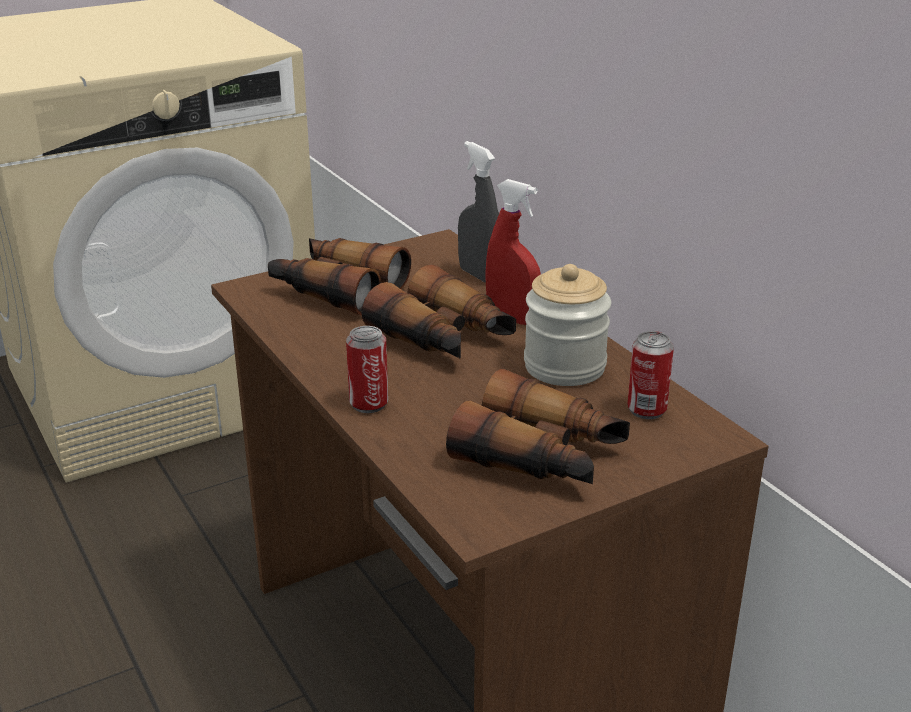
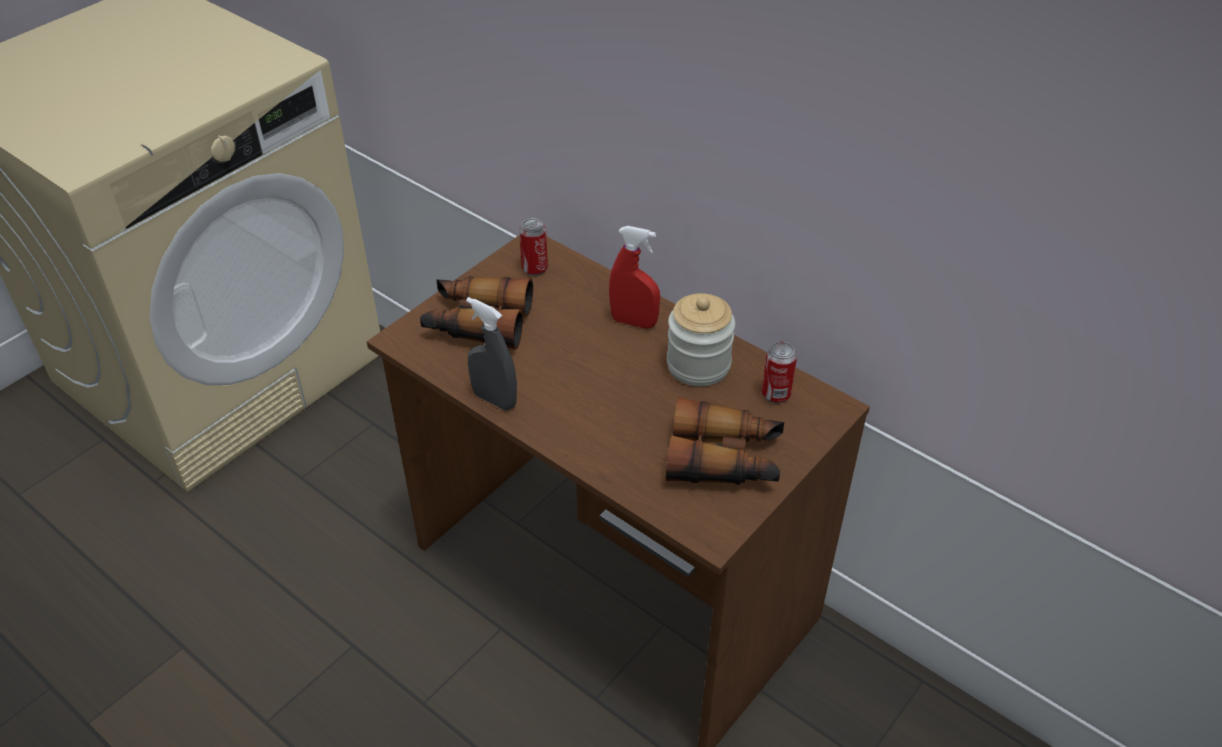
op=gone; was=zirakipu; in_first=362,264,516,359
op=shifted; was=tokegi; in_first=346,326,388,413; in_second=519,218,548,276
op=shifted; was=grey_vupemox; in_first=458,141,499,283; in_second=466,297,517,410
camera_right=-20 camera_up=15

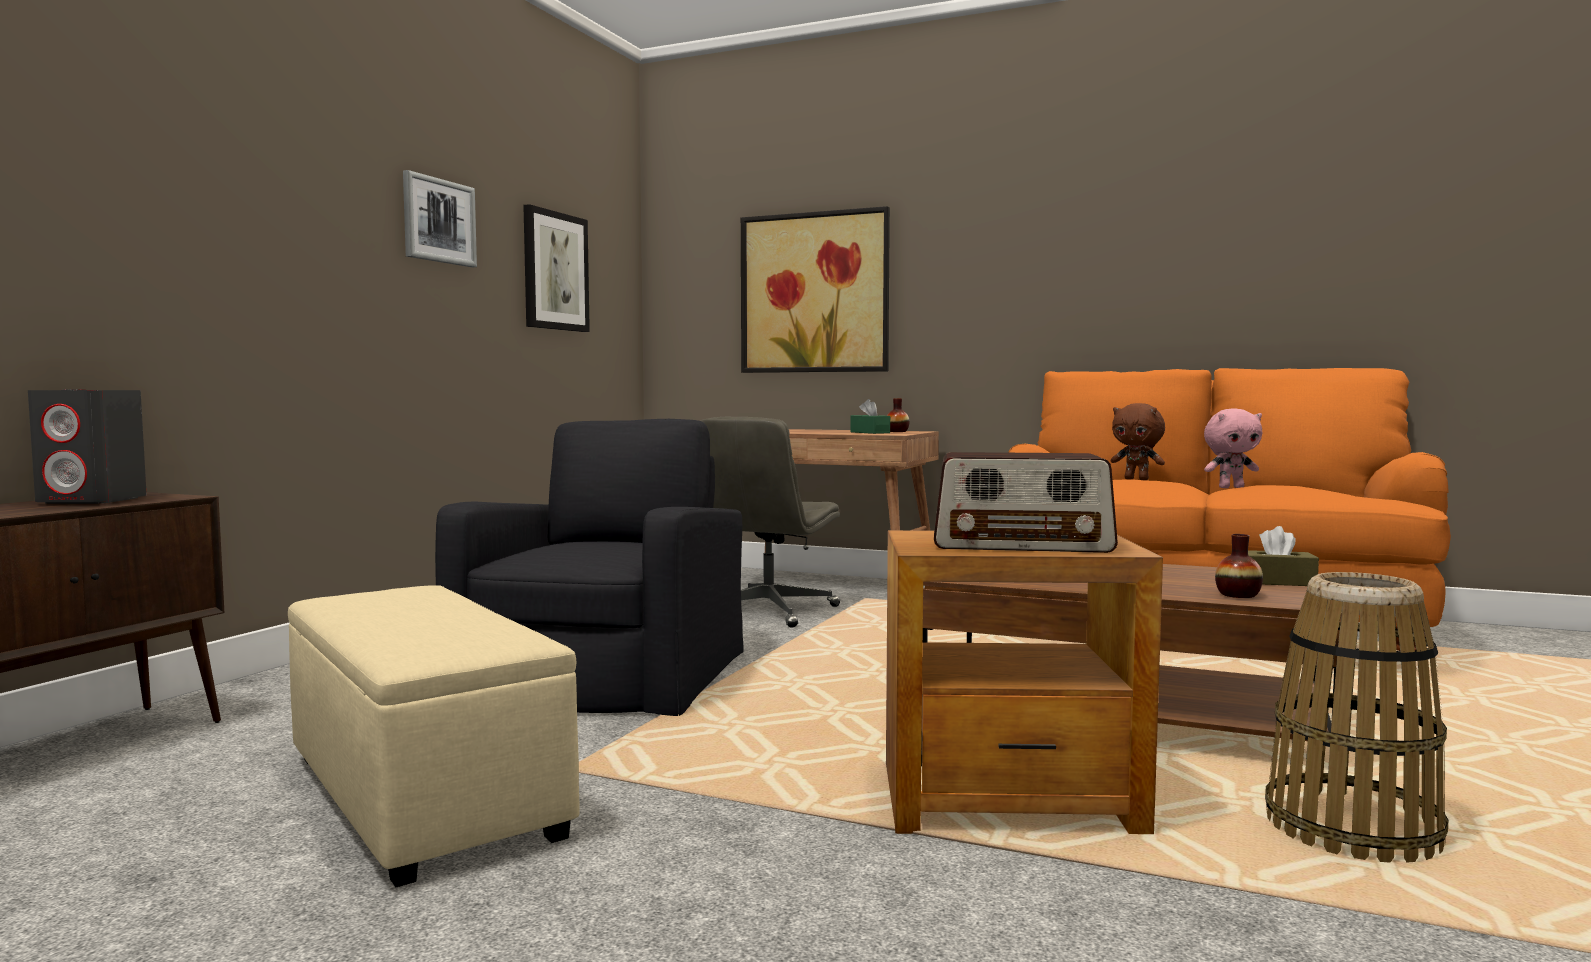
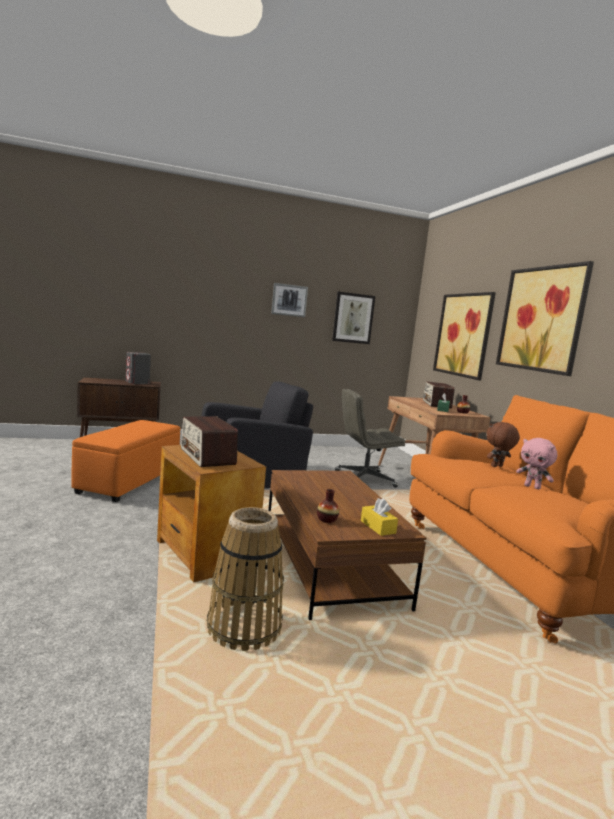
op=new; now=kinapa; in_second=423,382,454,408
op=new; now=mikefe; in_second=496,261,594,376
op=repainted; was=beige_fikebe; now=orange_fikebe; in_first=288,585,580,887; in_second=71,420,181,502
op=repainted; was=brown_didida; now=yellow_didida; in_first=1248,526,1319,586; in_second=361,498,398,536
op=rotated; was=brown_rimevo; in_first=1111,403,1165,480; in_second=486,422,520,467; clockwise=60
camera_right=50 camera_up=5

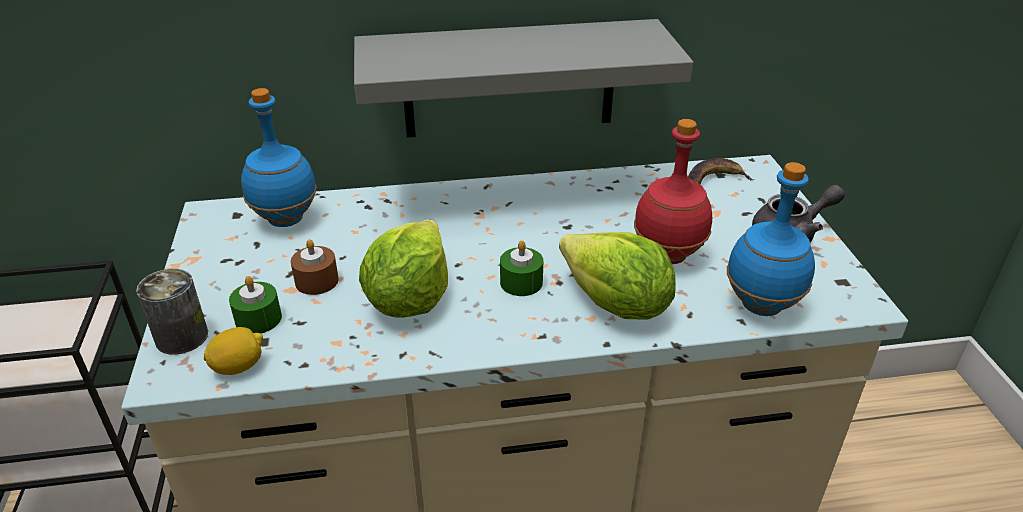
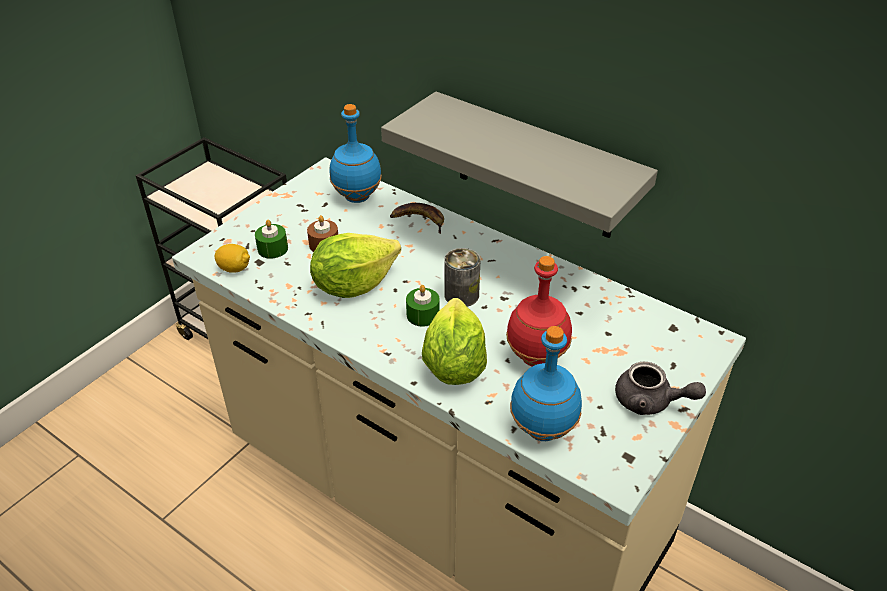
op=shifted; was=tokegi; in_first=136,269,208,355; in_second=444,248,480,306
op=shifted; was=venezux; in_first=688,158,755,184; in_second=390,203,444,234
camera_right=45 camera_up=5

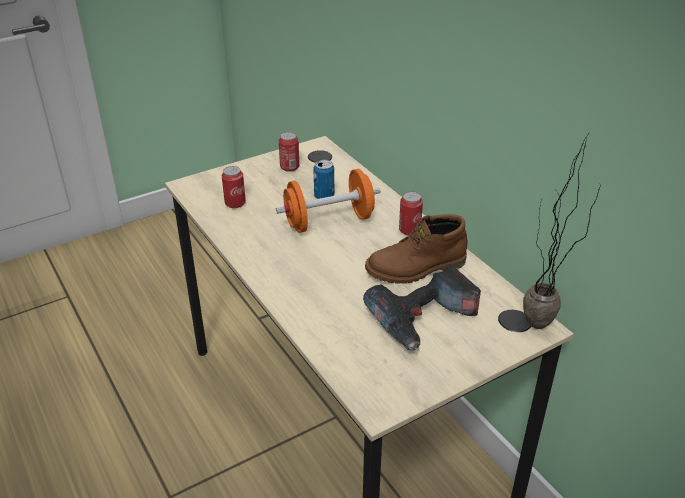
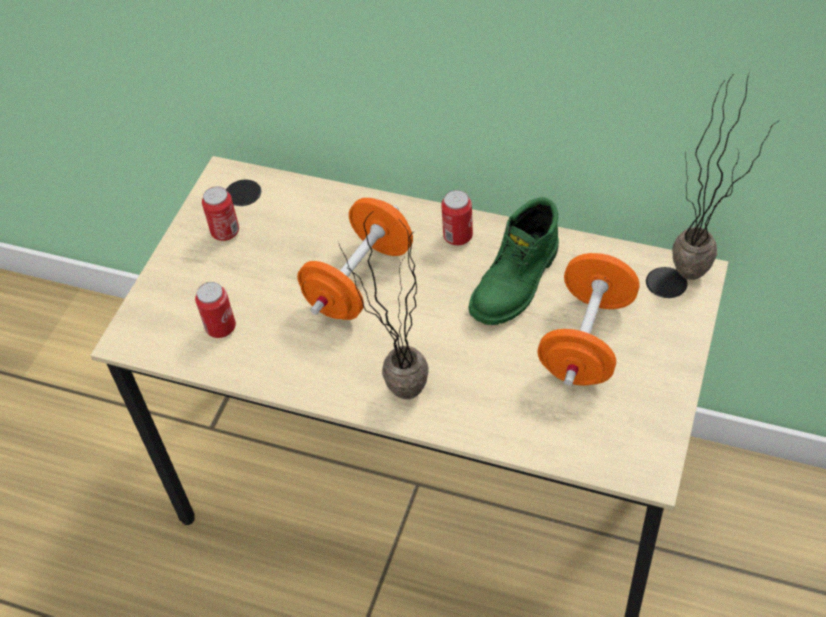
op=gone; was=tokegi; in_first=313,160,334,199
op=new; now=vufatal; in_second=338,211,429,399
op=swapped; was=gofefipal; now=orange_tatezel; in_first=363,264,481,350; in_second=537,253,639,386
op=repainted; was=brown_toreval; now=green_toreval; in_first=365,214,467,284; in_second=468,197,559,325
camera_right=-35 camera_up=15

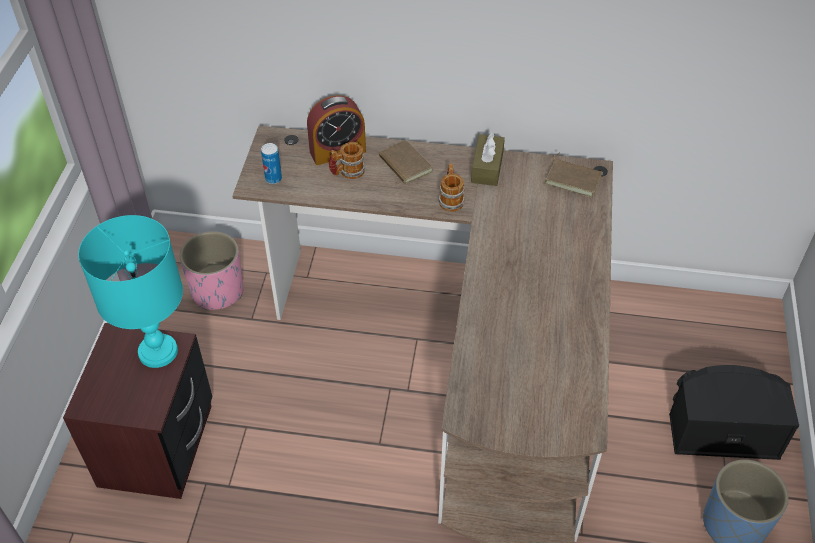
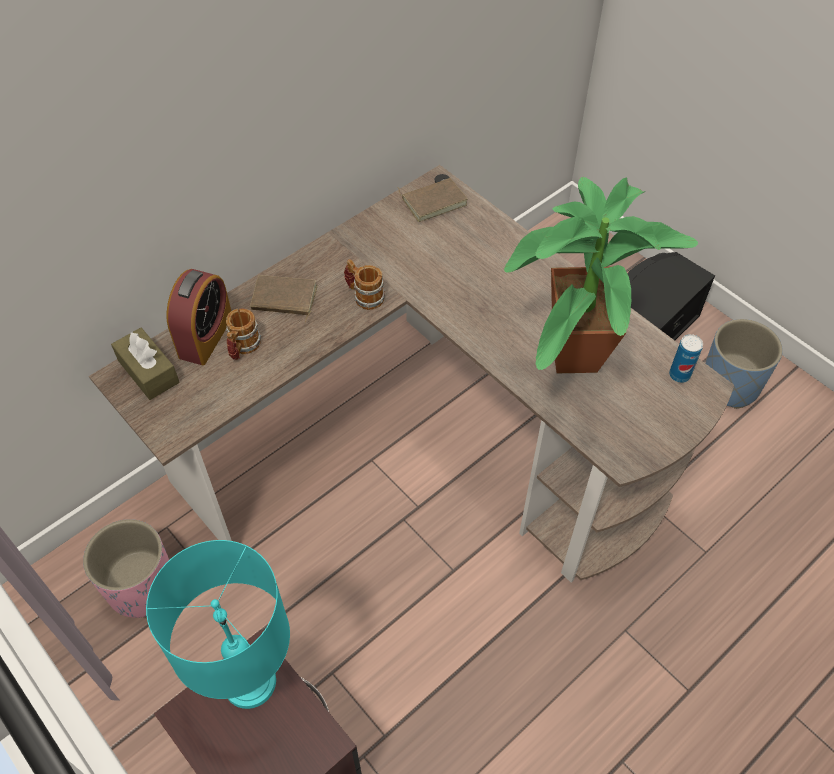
op=new; now=vufatal; in_second=504,177,698,373
op=shifted; was=tokegi; in_first=261,143,282,184; in_second=669,334,703,383
op=shifted; was=brown_didida; in_first=471,133,505,186; in_second=111,327,179,400
camera_right=-50 camera_up=5

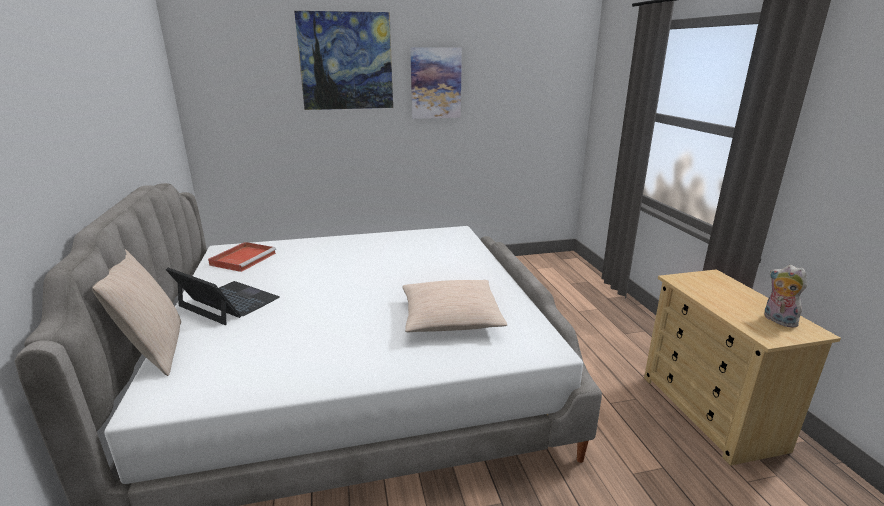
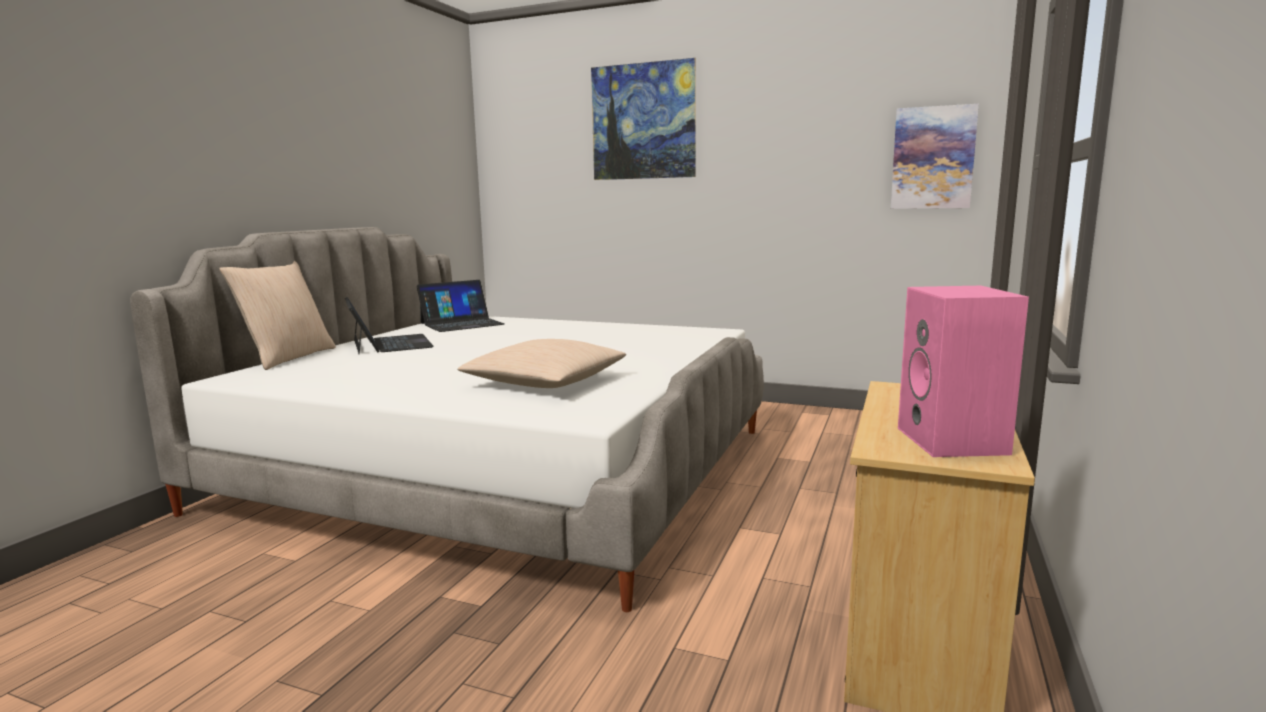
op=shifted; was=mikefe; in_first=410,47,462,119; in_second=891,104,979,209
op=swapped; was=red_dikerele; now=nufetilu; in_first=208,242,276,272; in_second=417,280,505,332
op=swapped; was=rimevo; now=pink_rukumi; in_first=764,265,807,328; in_second=898,286,1029,457
camera_right=35 camera_up=-10

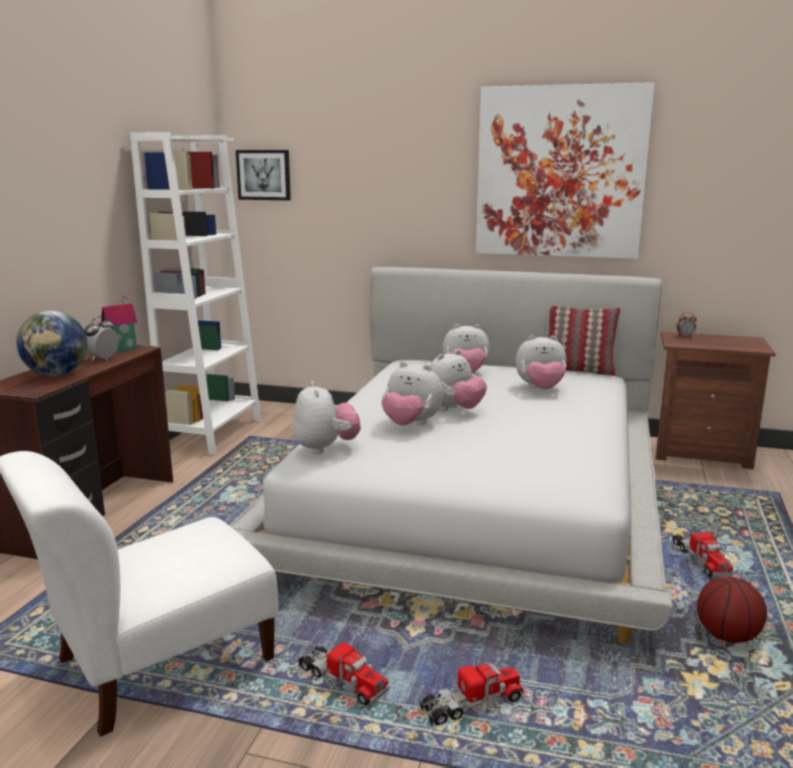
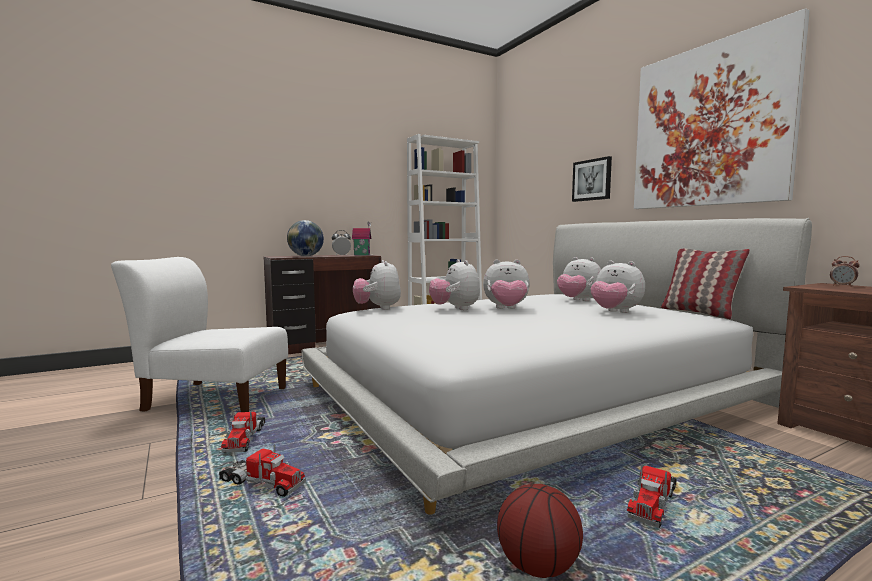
op=shifted; was=mikefe; in_first=236,150,291,200; in_second=572,156,612,202
op=rotated; was=rimevo; in_first=293,381,361,454; in_second=353,260,401,310; clockwise=135
camera_right=45 camera_up=-10

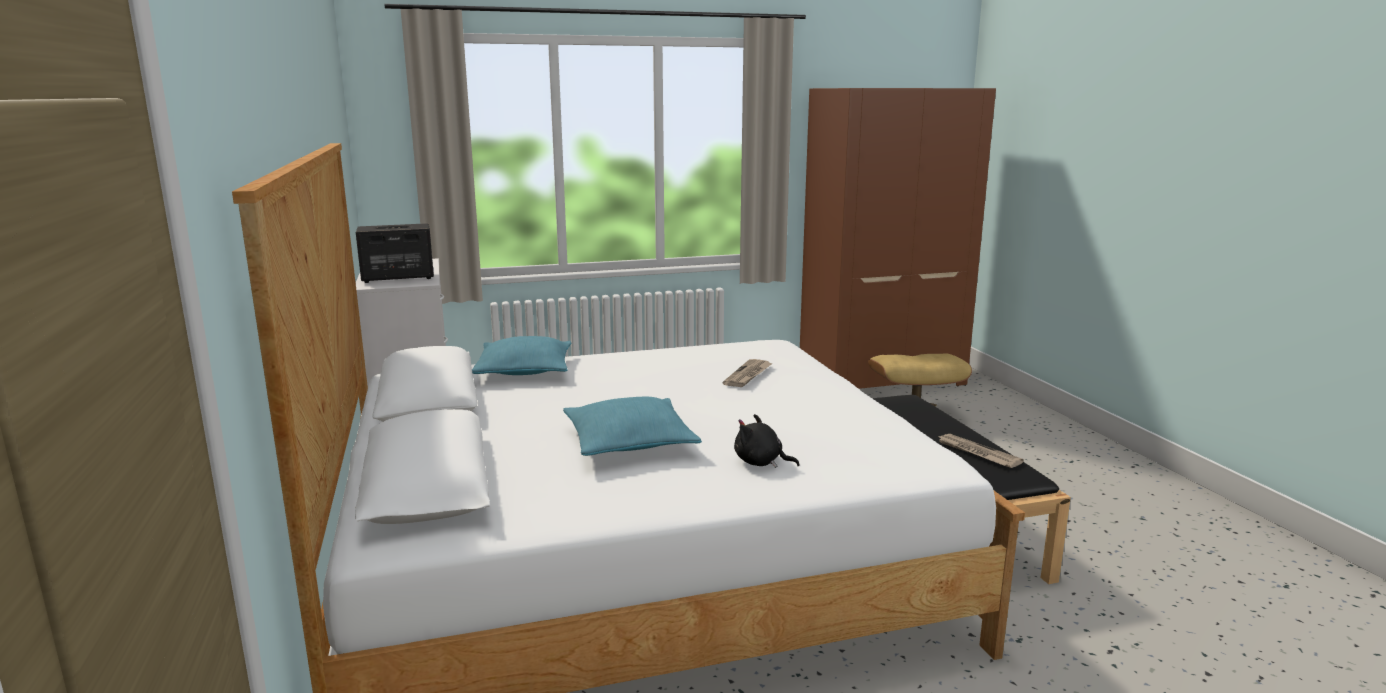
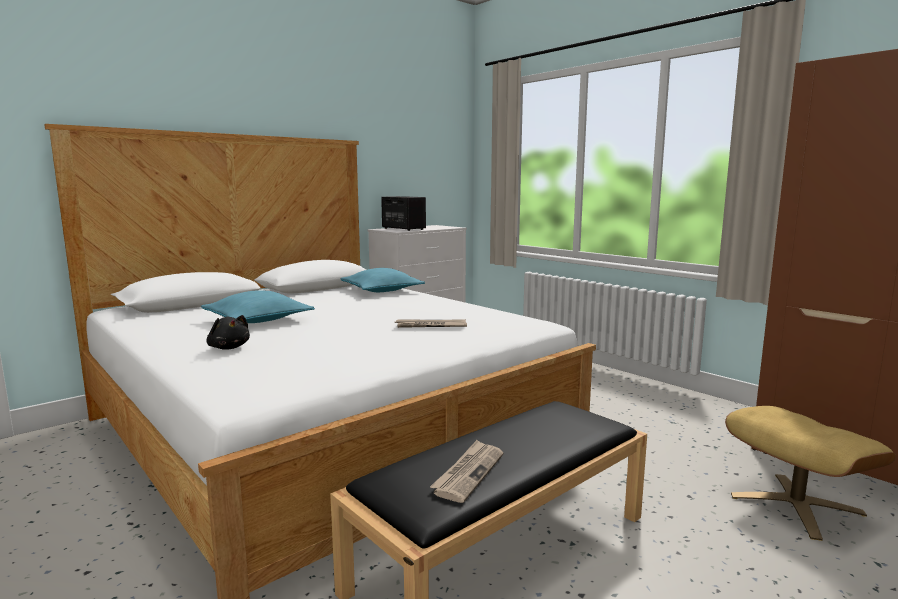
op=rotated; was=black_rimevo; in_first=734,414,800,468; in_second=206,315,250,350; clockwise=135
camera_right=65 camera_up=-5

